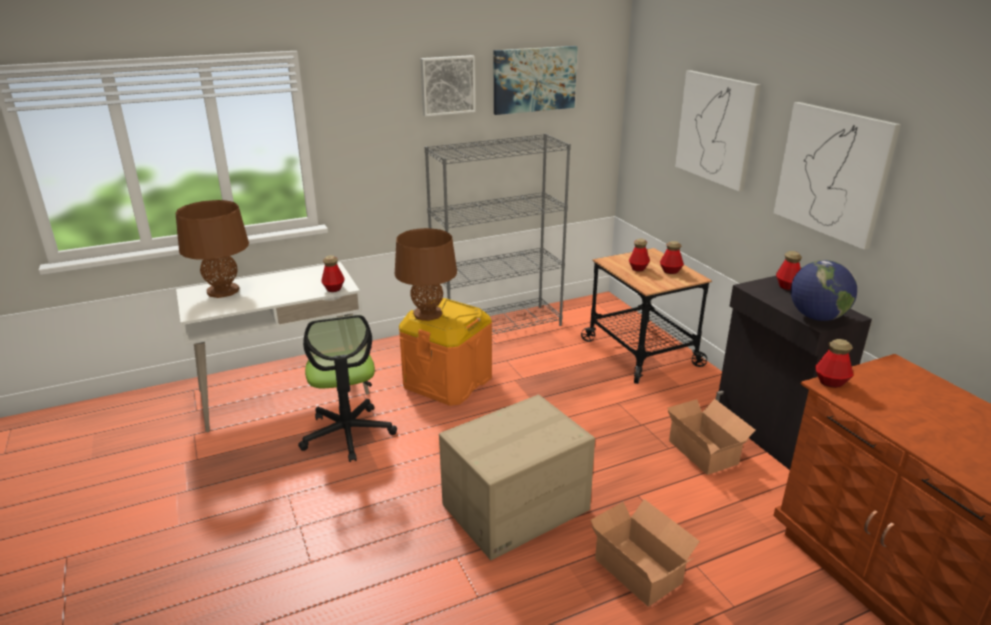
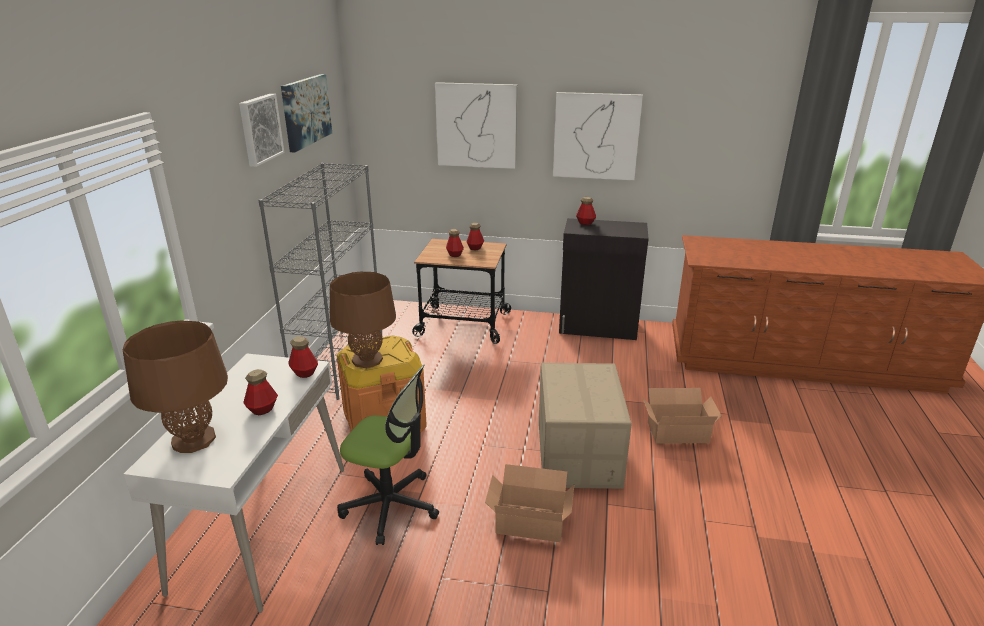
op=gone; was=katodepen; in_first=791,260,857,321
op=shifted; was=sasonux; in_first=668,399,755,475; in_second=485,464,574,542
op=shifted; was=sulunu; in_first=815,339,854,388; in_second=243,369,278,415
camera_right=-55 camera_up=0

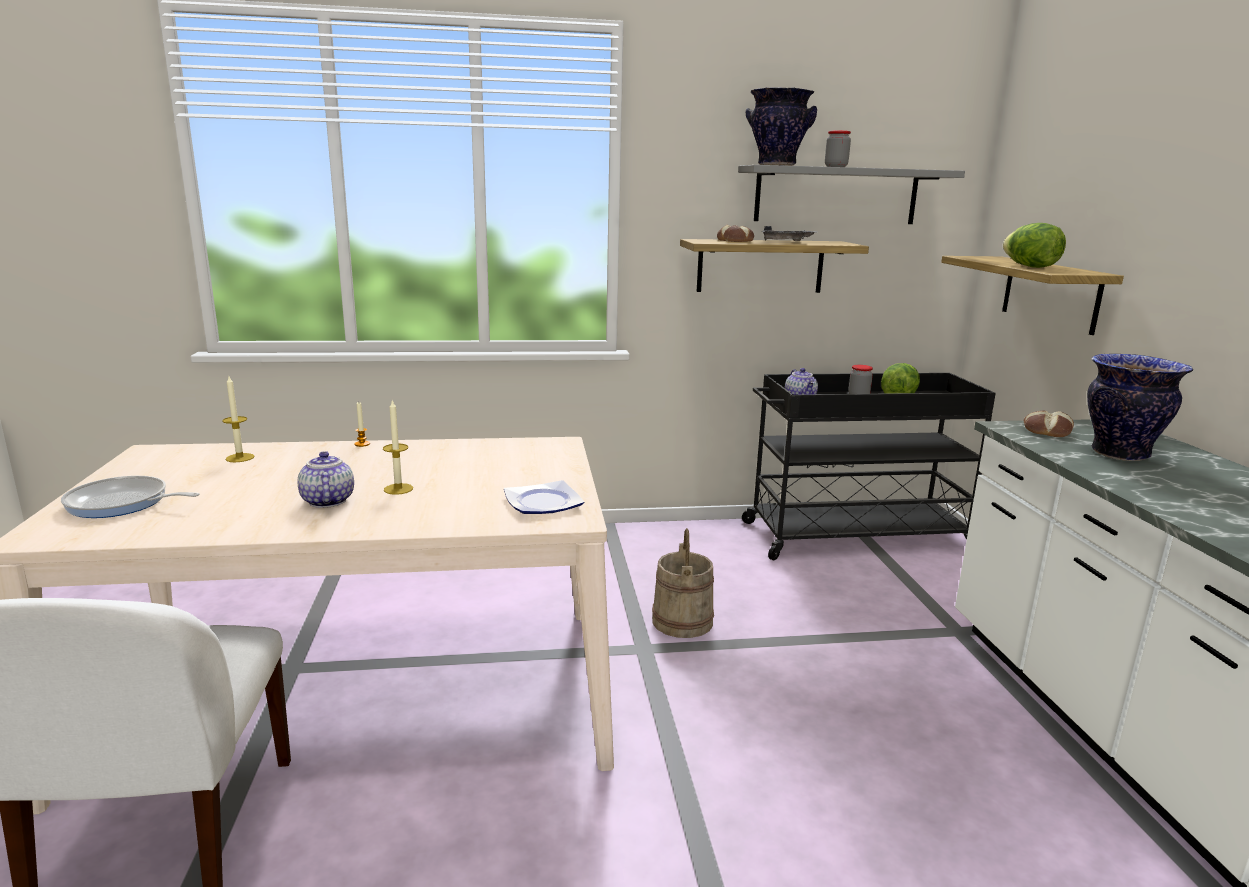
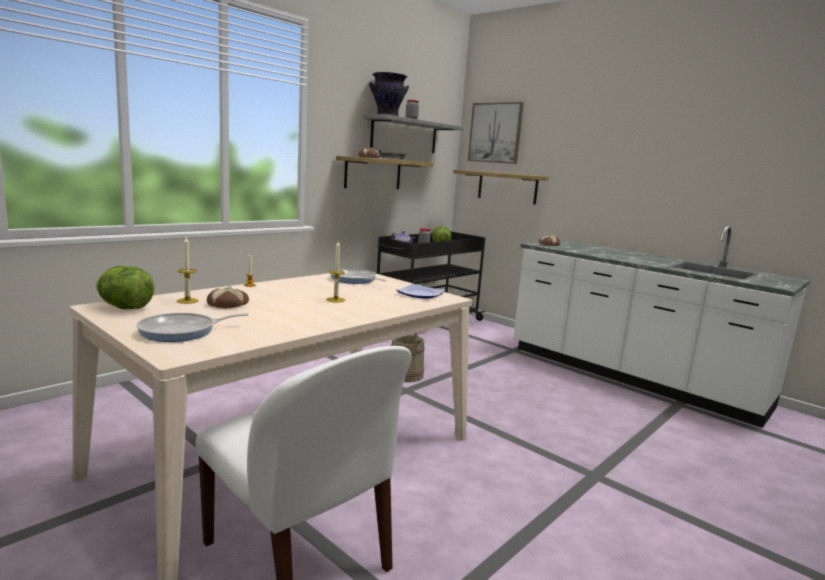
op=gone; was=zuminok; in_first=297,451,354,508
op=gone; was=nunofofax; in_first=1087,354,1193,461
op=new; now=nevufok; in_second=207,286,249,309
op=new; now=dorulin; in_second=330,268,387,284
op=new; now=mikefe; in_second=468,102,524,164
op=shifted; was=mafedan; in_first=1003,223,1066,268; in_second=96,266,154,309
camera_right=-40 camera_up=-5

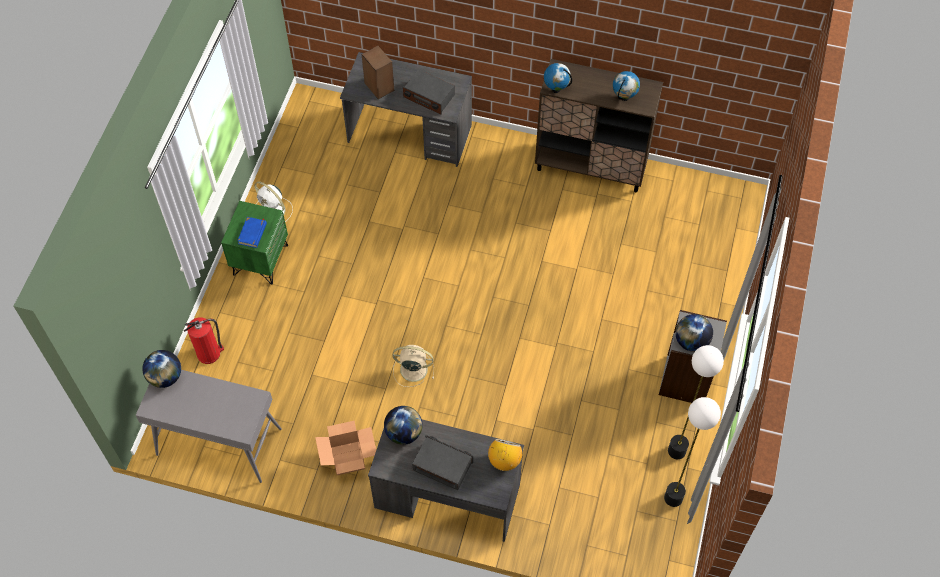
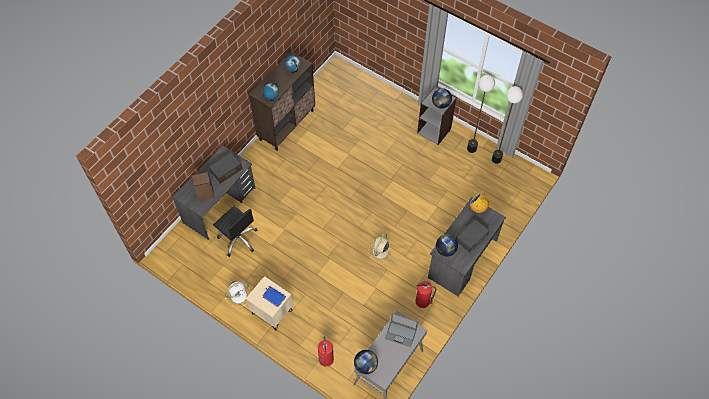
op=new; now=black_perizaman; in_second=213,206,258,257
op=new; now=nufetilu; in_second=385,313,418,347
op=swapped; was=sasonux; now=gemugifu; in_first=315,421,376,475; in_second=415,281,436,308
op=repainted; was=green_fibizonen; now=beige_fibizonen; in_first=221,201,288,285; in_second=246,276,293,331
camera_right=-70 camera_up=0

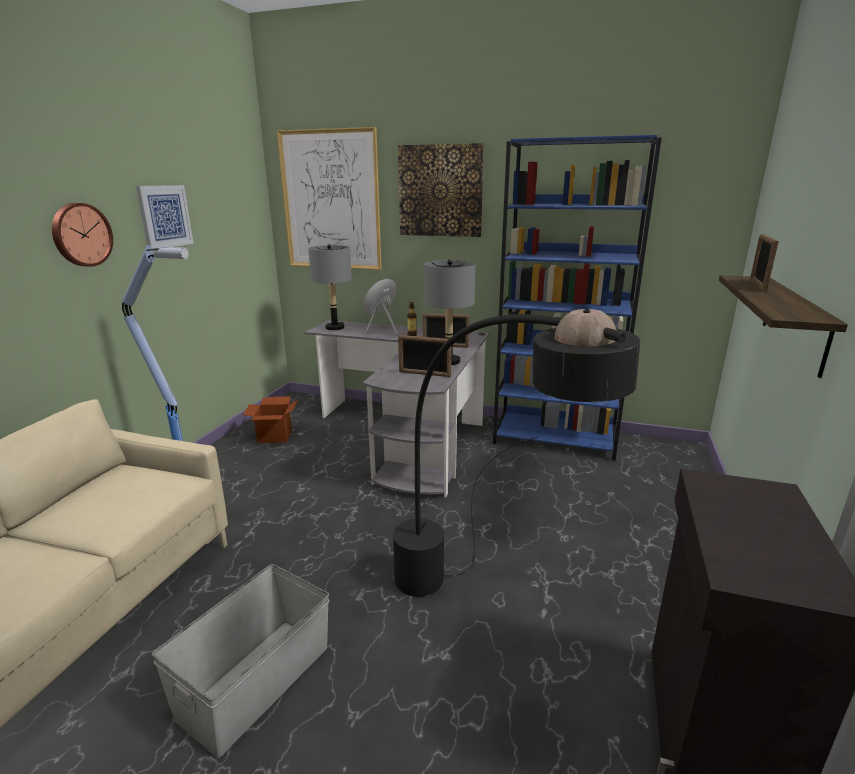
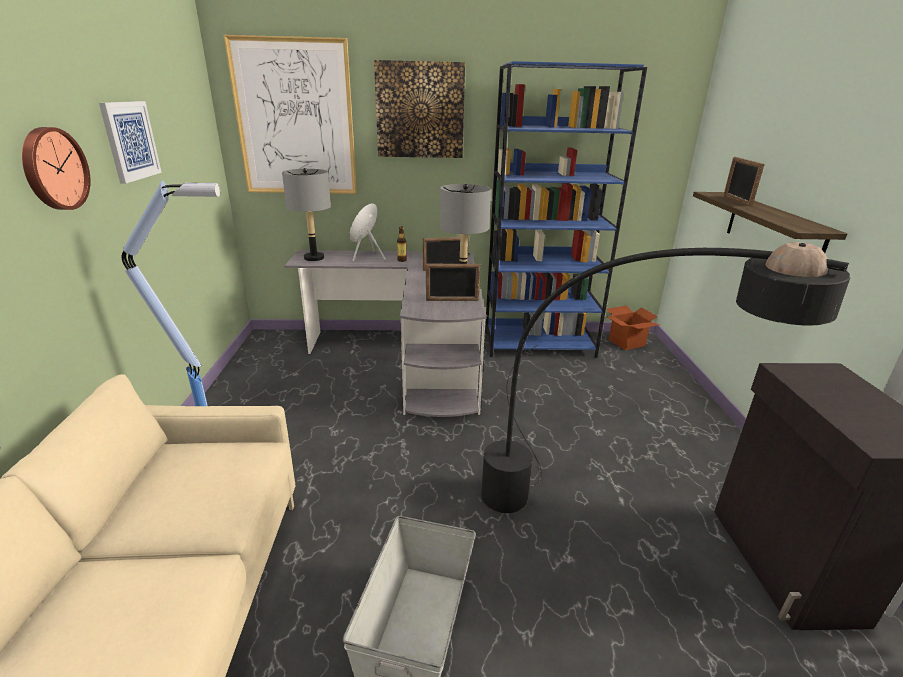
op=shifted; was=sasonux; in_first=243,396,298,443; in_second=606,306,659,350
camera_right=-20 camera_up=5

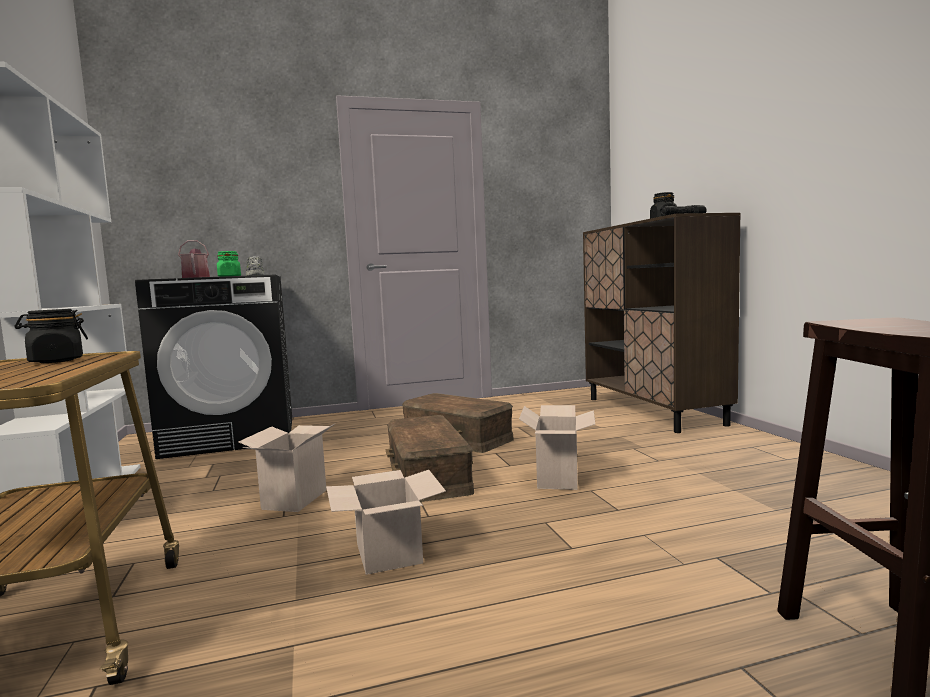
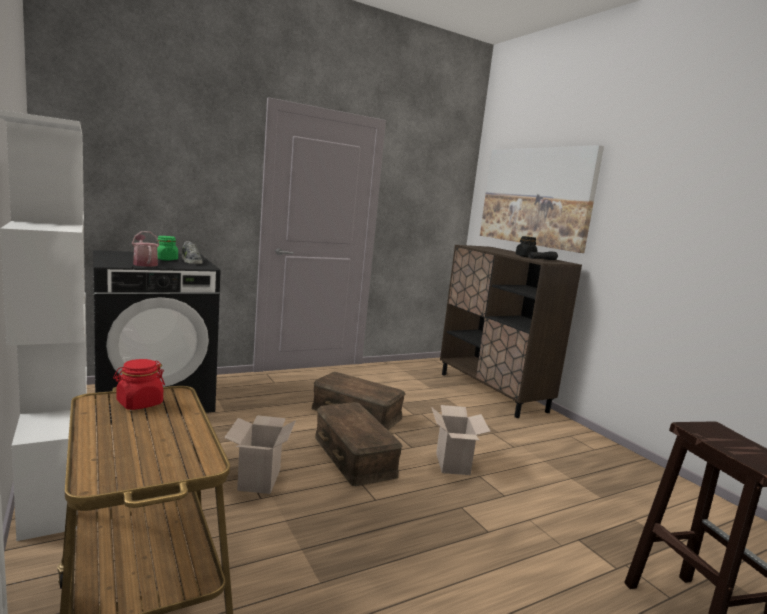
op=gone; was=sasonux; in_first=326,470,446,575
op=new; now=mikefe; in_second=480,145,604,253
op=repainted; was=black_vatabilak; now=red_vatabilak; in_first=14,309,88,363; in_second=113,359,165,410
camera_right=-15 camera_up=5

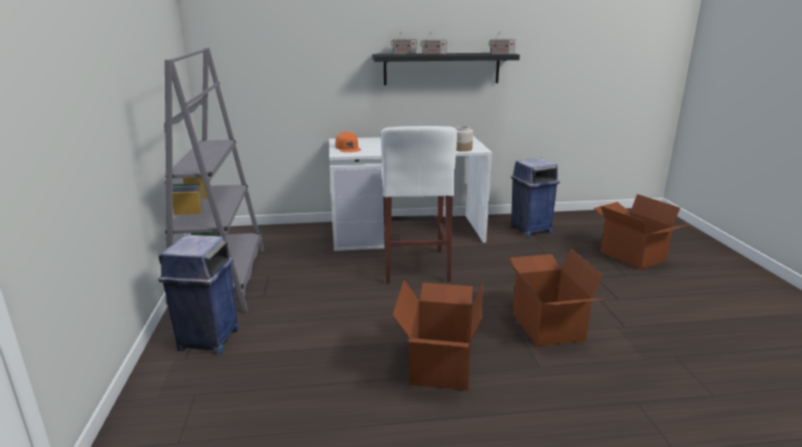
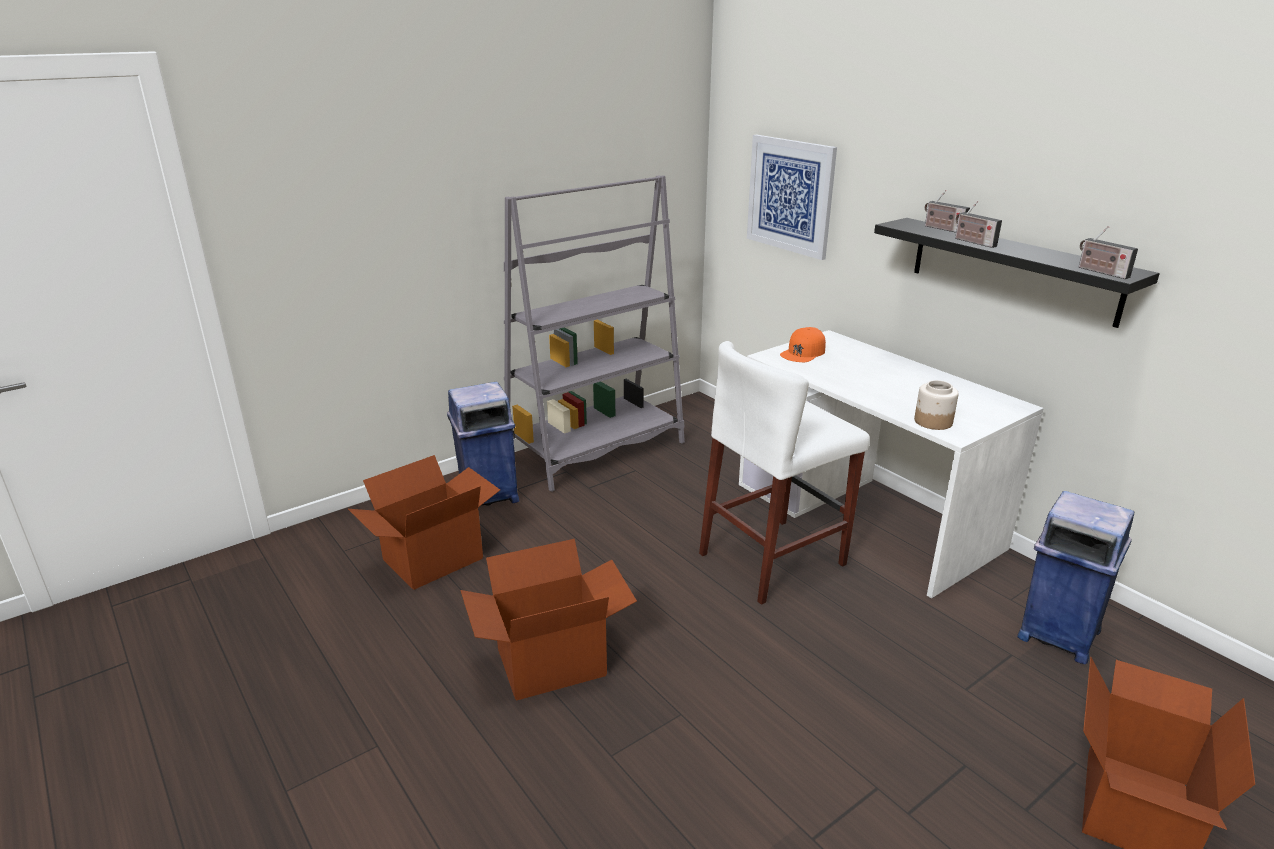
op=new; now=mikefe; in_second=747,135,837,260
op=shifted; was=sasonux; in_first=505,248,604,347; in_second=348,455,500,590
camera_right=60 camera_up=5

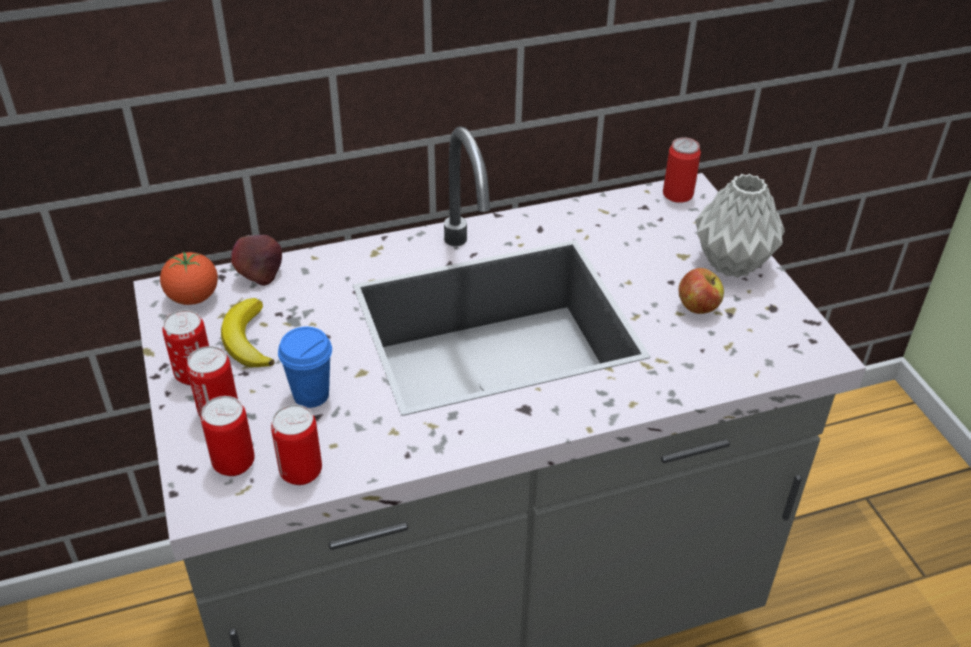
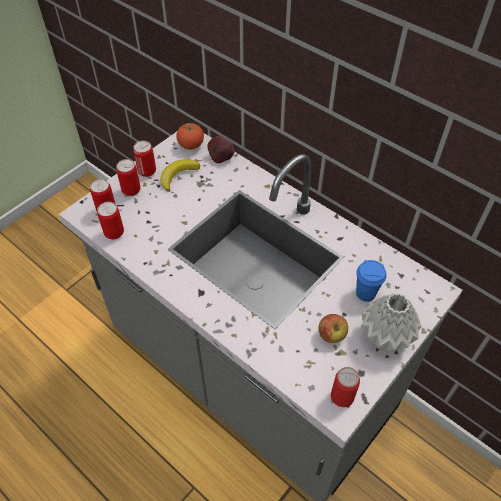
op=shifted; was=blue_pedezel; in_first=278,327,332,408; in_second=356,260,387,302
op=shifted; was=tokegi; in_first=663,137,701,203; in_second=331,367,360,407
camera_right=60 camera_up=10

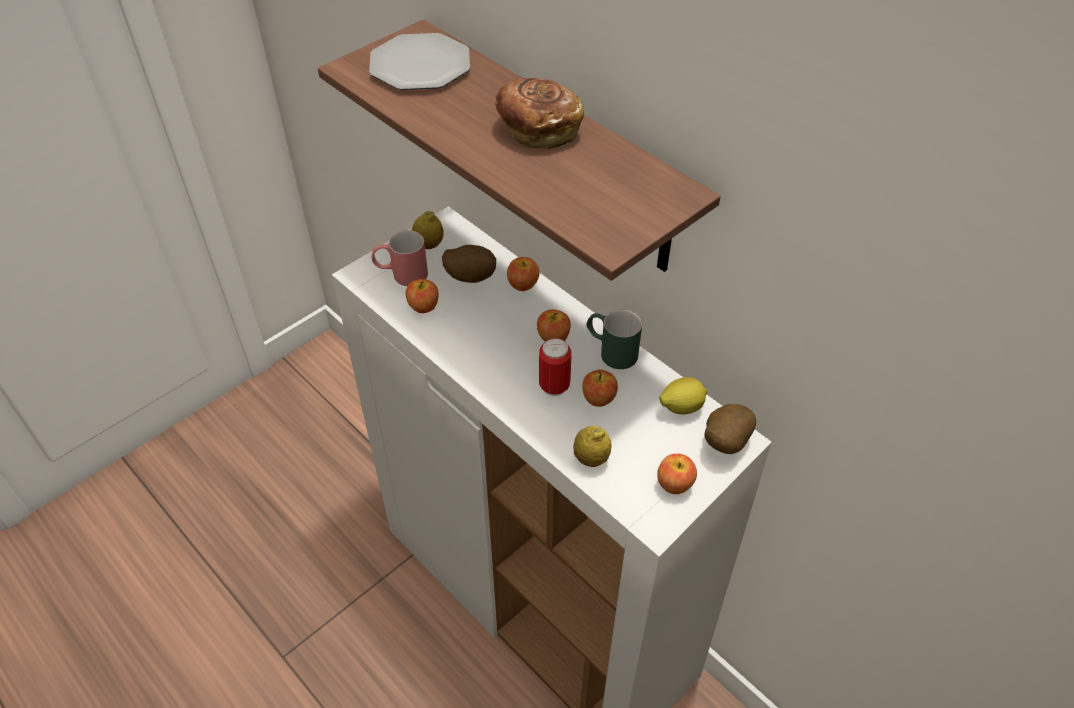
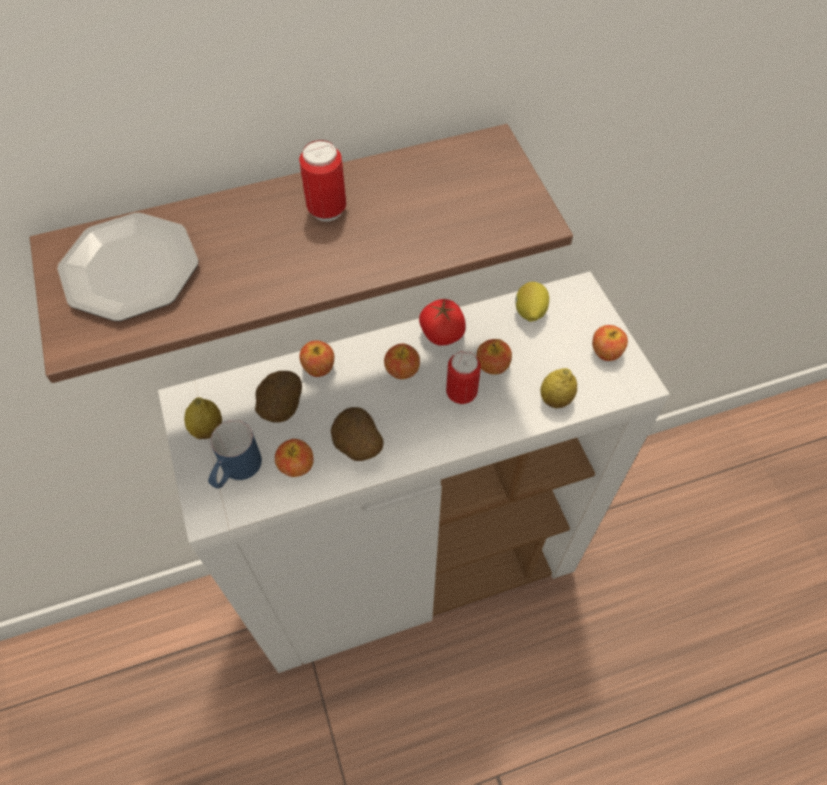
op=shifted; was=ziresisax; in_first=704,404,756,454; in_second=331,407,384,461
op=swapped; was=nevufok; now=tokegi; in_first=495,78,584,149; in_second=299,140,346,222
op=swapped; was=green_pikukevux; now=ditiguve; in_first=586,310,642,369; in_second=419,299,466,346
op=repainted; was=red_pikukevux; now=blue_pikukevux; in_first=372,230,428,286; in_second=208,420,262,489
camera_right=-65 camera_up=10

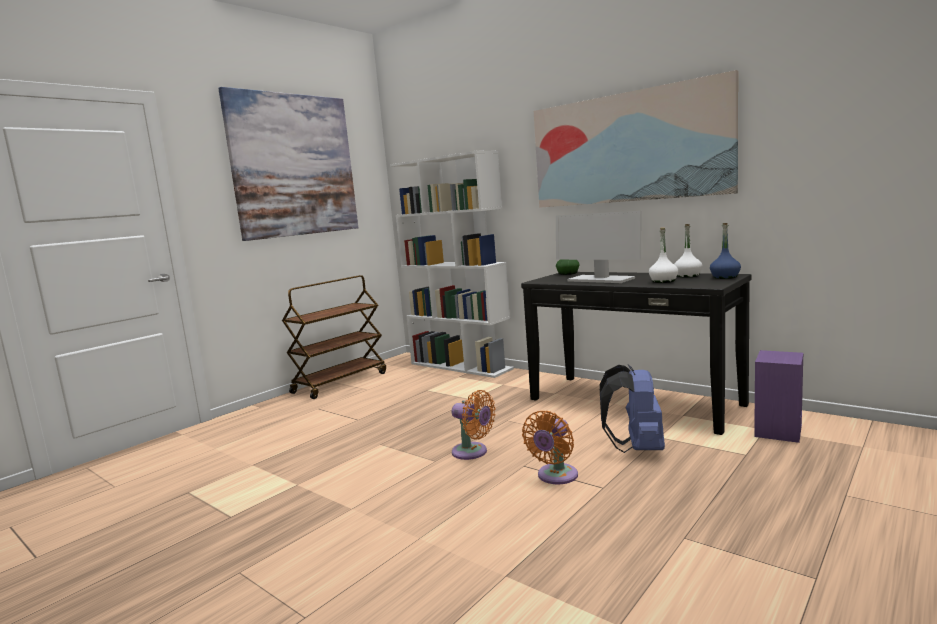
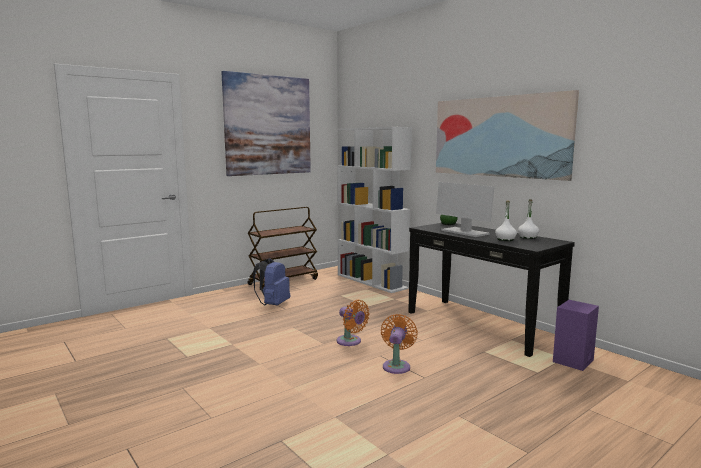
op=gone; was=blue_sulunu; in_first=710,223,741,279
op=shifted; was=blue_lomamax; in_first=599,365,665,453; in_second=253,258,291,306
op=rotated; was=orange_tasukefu; in_first=522,411,578,484; in_second=381,314,418,374; clockwise=150
camera_right=10 camera_up=0

